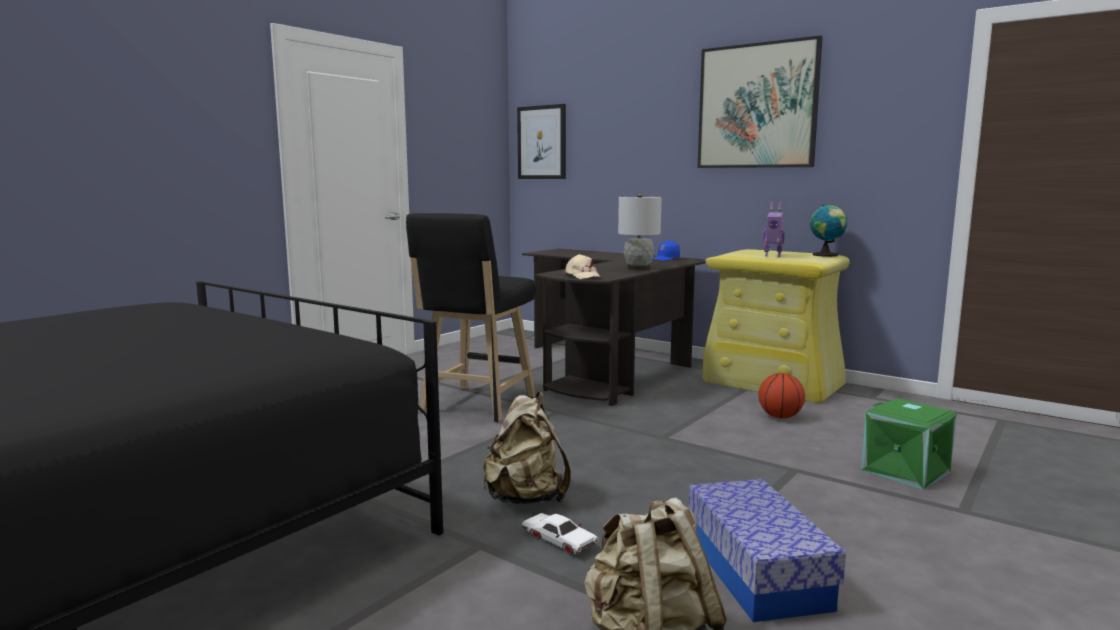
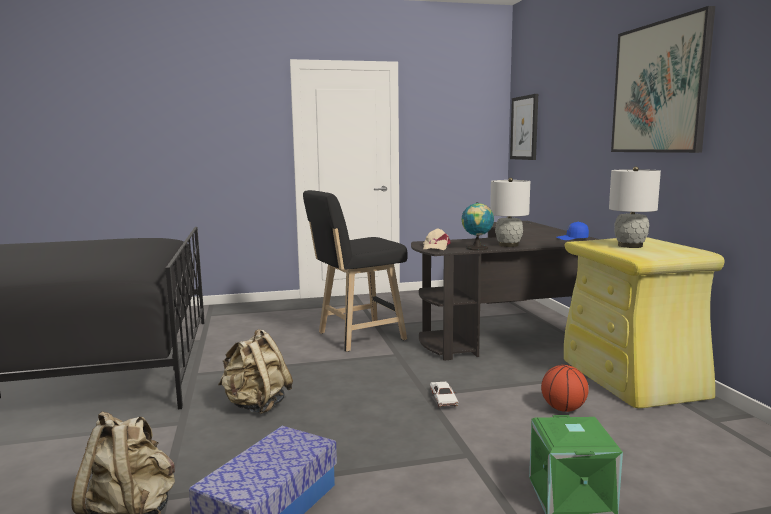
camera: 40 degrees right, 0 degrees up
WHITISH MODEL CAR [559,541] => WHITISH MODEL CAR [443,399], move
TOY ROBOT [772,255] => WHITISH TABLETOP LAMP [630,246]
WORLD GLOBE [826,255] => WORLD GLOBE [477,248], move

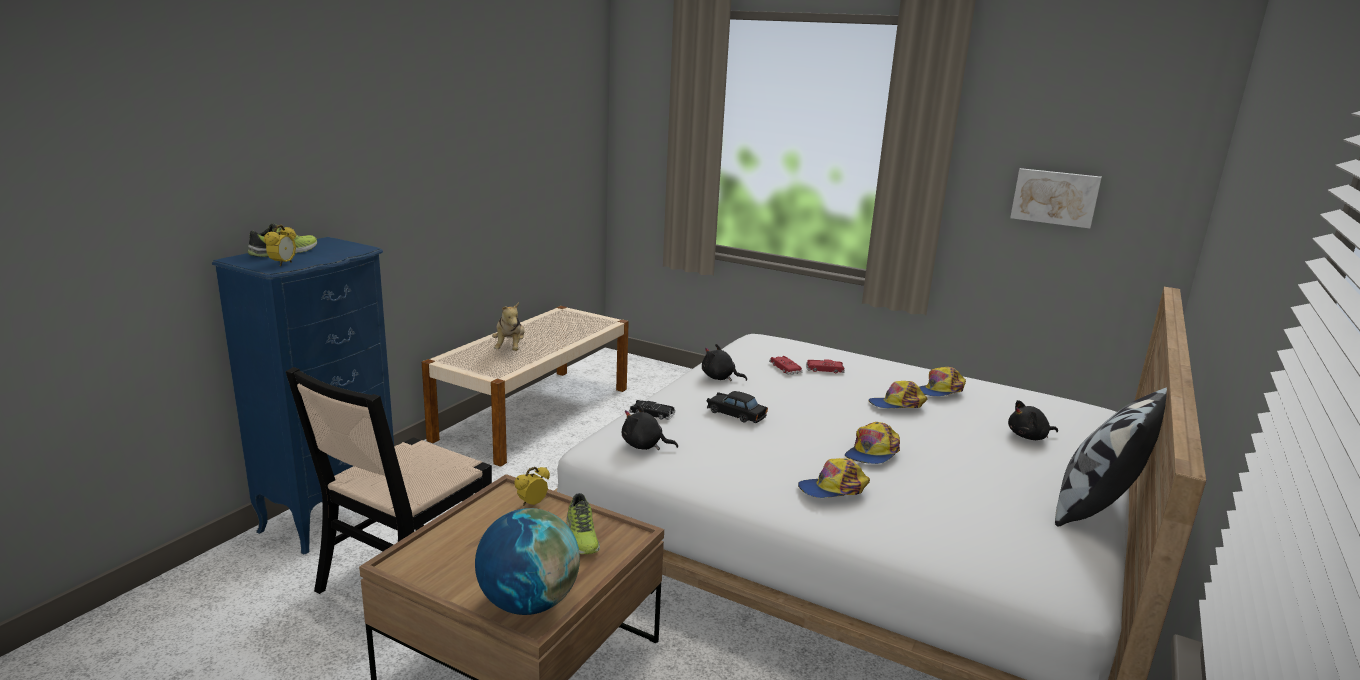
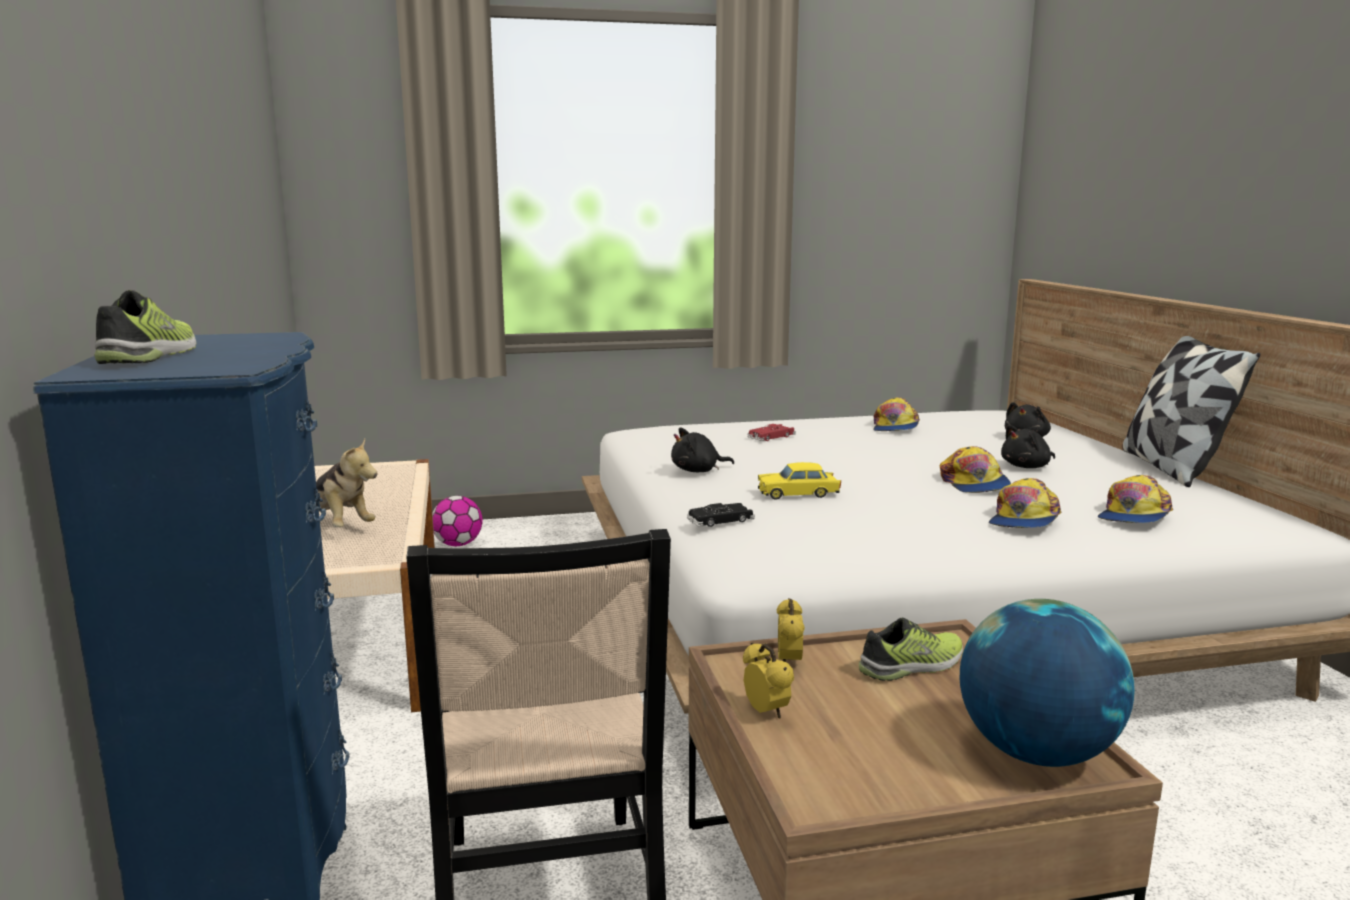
camera: 40 degrees left, 5 degrees down
BEDSIDE CLOCK [283,264] => BEDSIDE CLOCK [766,713], move
ITEM OF FOOTWEAR [580,536] => ITEM OF FOOTWEAR [913,666], 60 degrees counterclockwise
BLACK PLUSH TOY [644,446] => BLACK PLUSH TOY [1027,467], move
BLACK MODEL CAR [736,414] => YELLOWISH MODEL CAR [798,494]
RED-COLOURED MODEL CAR [785,368] => nothing
PEAKED CAP [897,405] => PEAKED CAP [1134,515], move
WALL PICTURE [1055,197] => nothing
nothing => BALL FOR FOOTBALL [458,544]

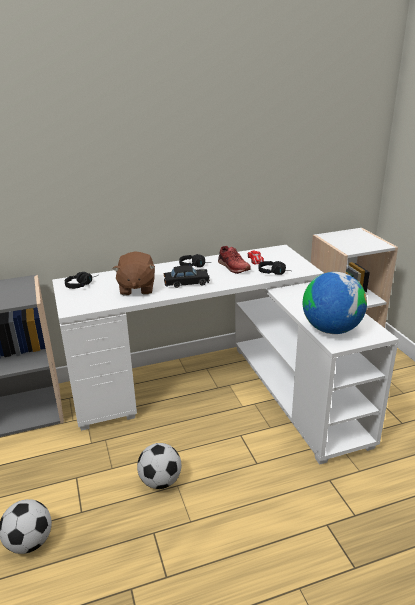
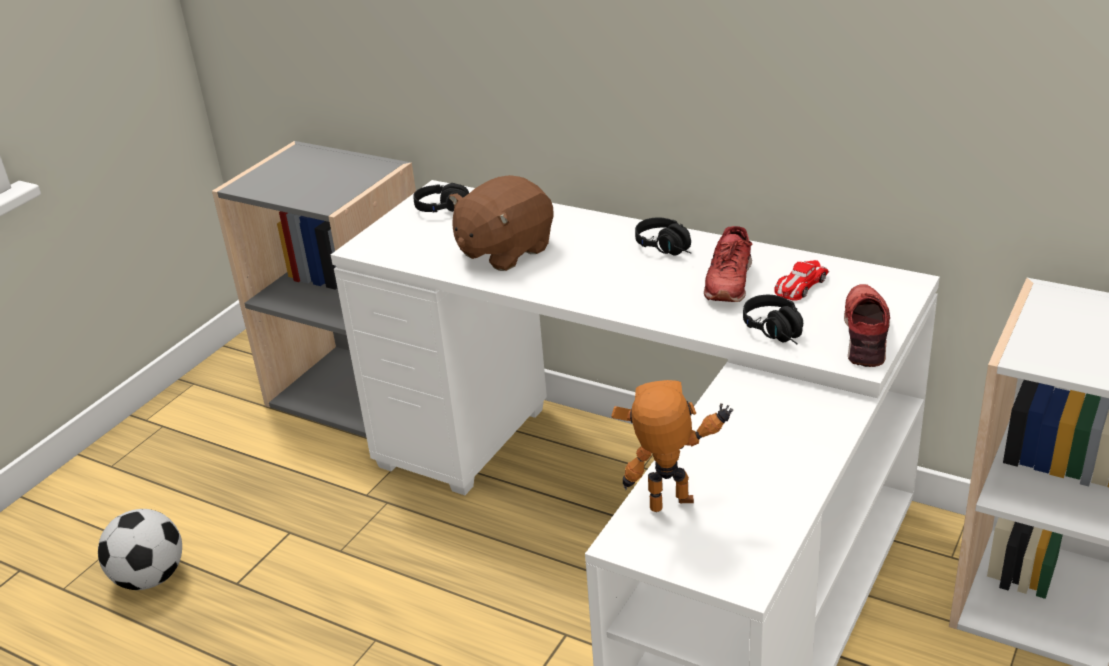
camera: 50 degrees right, 5 degrees up
BALL FOR FOOTBALL [160,481] => nothing
BLACK MODEL CAR [186,283] => nothing
WORLD GLOBE [331,329] => TOY ROBOT [675,510]
nothing => RED-COLOURED ITEM OF FOOTWEAR [867,334]

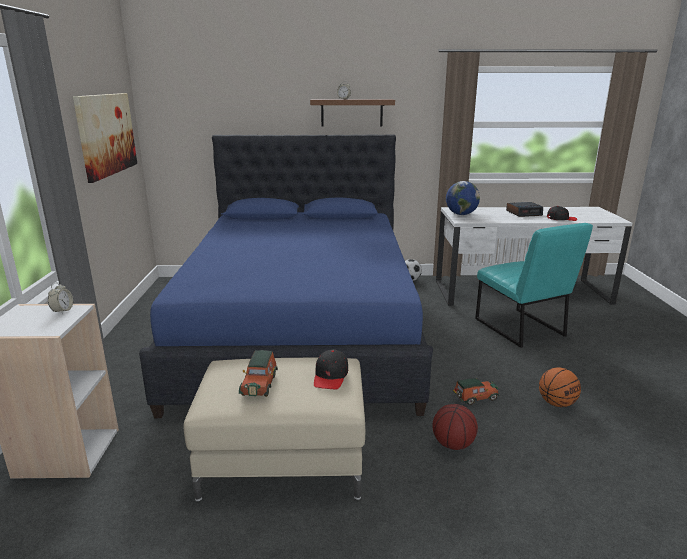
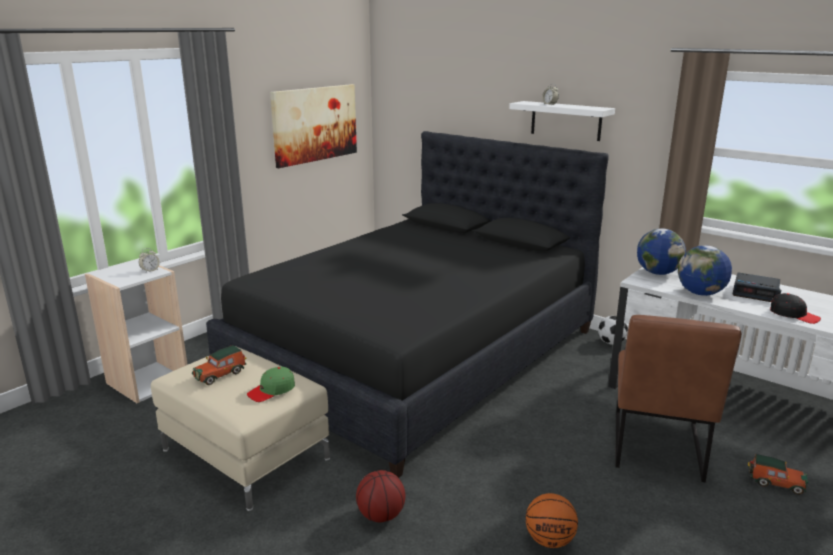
camera: 40 degrees right, 0 degrees up
BLUISH SLEEPING BED [301,329] => BLACK SLEEPING BED [417,354]
BROWNISH SHELF [351,112] => WHITISH SHELF [566,120]
BLACK PEAKED CAP [330,376] => GREENISH PEAKED CAP [272,390]
MODEL CAR [474,398] => MODEL CAR [775,482], move
TURQUOISE-COLOURED PLAIN CHAIR [520,328] => BROWNISH PLAIN CHAIR [656,447]
nothing => WORLD GLOBE [700,293]

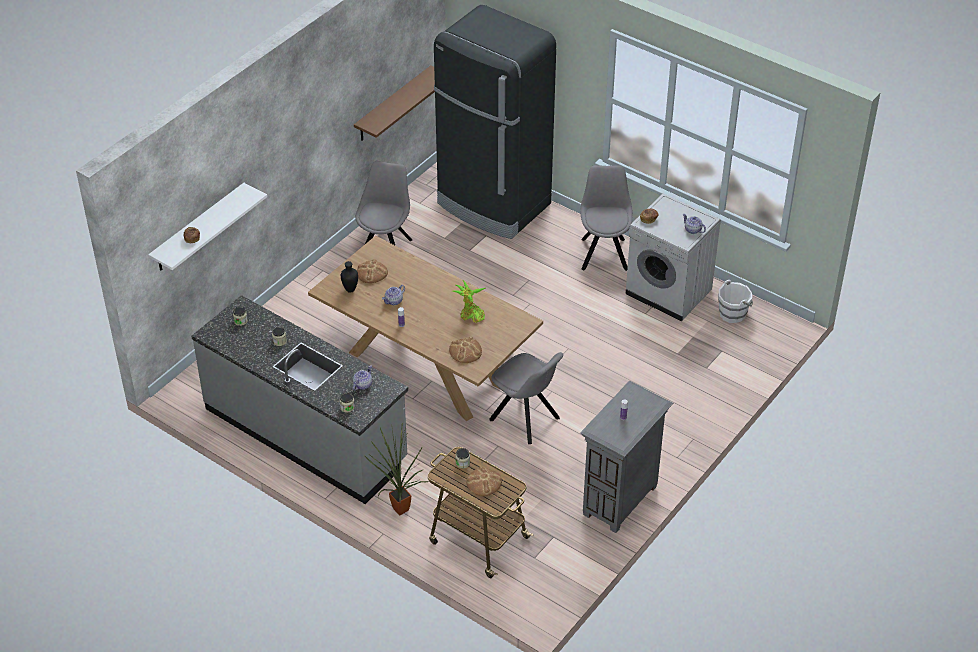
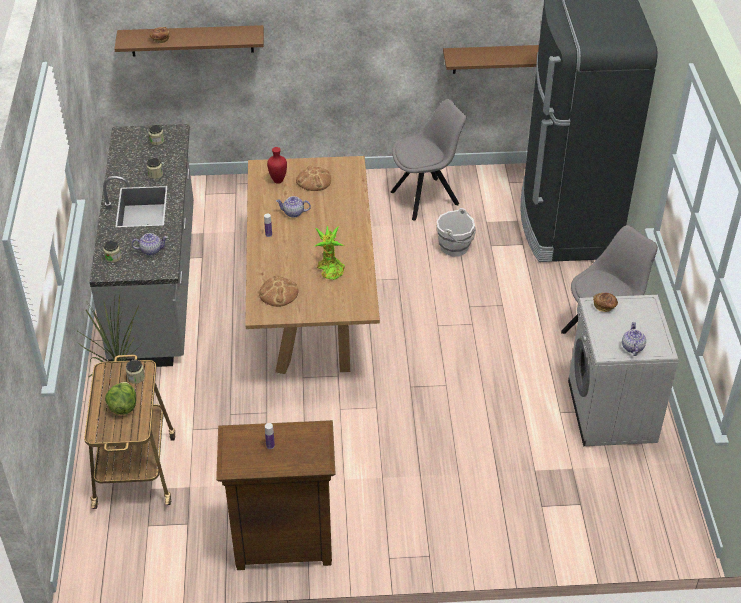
camera: 50 degrees right, 0 degrees up
WHITISH SHELF [198,228] => BROWNISH SHELF [192,40]
BLACK FLOWER VASE [350,289] => RED-COLOURED FLOWER VASE [278,180]
BREAD [484,483] => LETTUCE [123,407]
GREYISH PLAIN CHAIR [525,419] => nothing
GREYISH CABINET [620,502] => BROWNISH CABINET [282,548]
WHITISH WATER BUCKET [733,314] => WHITISH WATER BUCKET [455,247], move

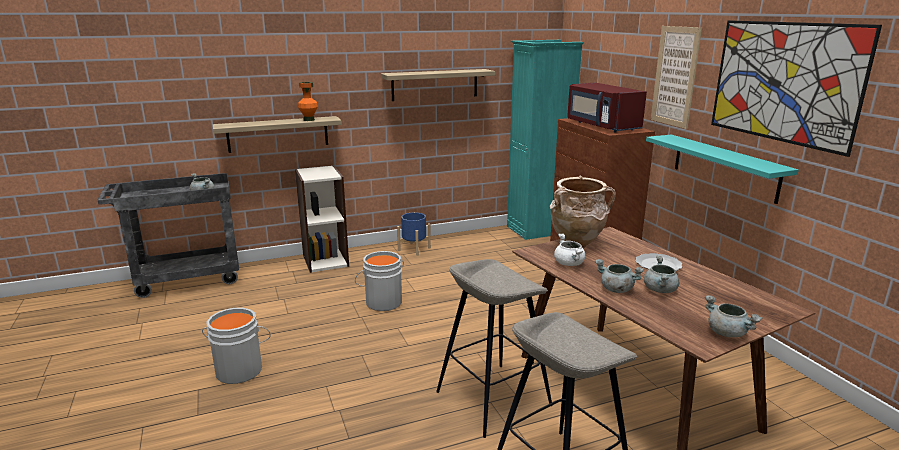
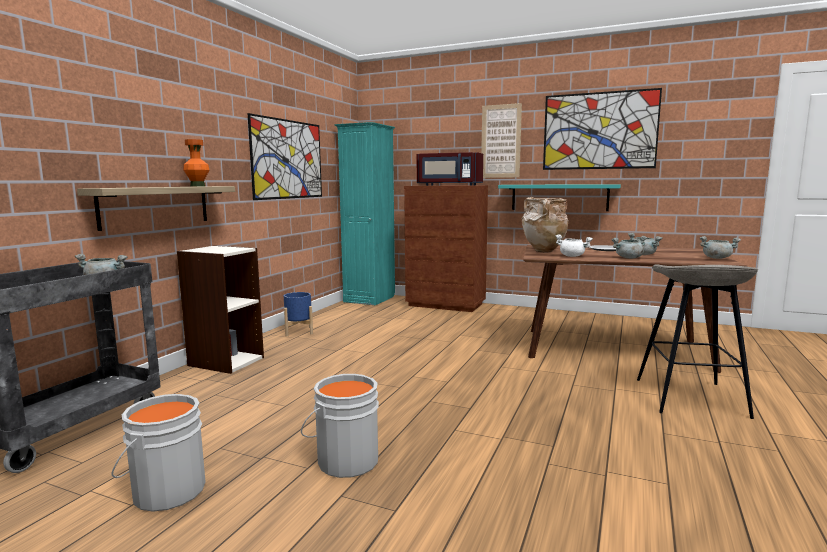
camera: 45 degrees left, 10 degrees down
GREYISH WATER BUCKET [383,301] => GREYISH WATER BUCKET [166,490], move
SHELF [435,84] => WALL PICTURE [288,159]
GREYISH STOOL [492,398] => nothing

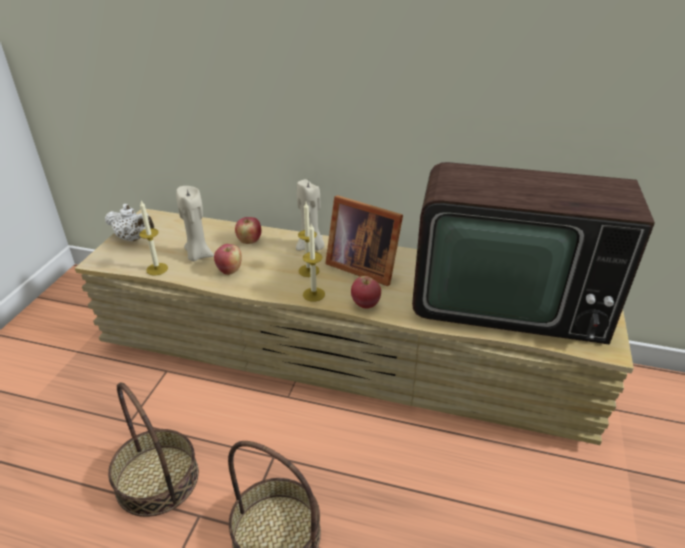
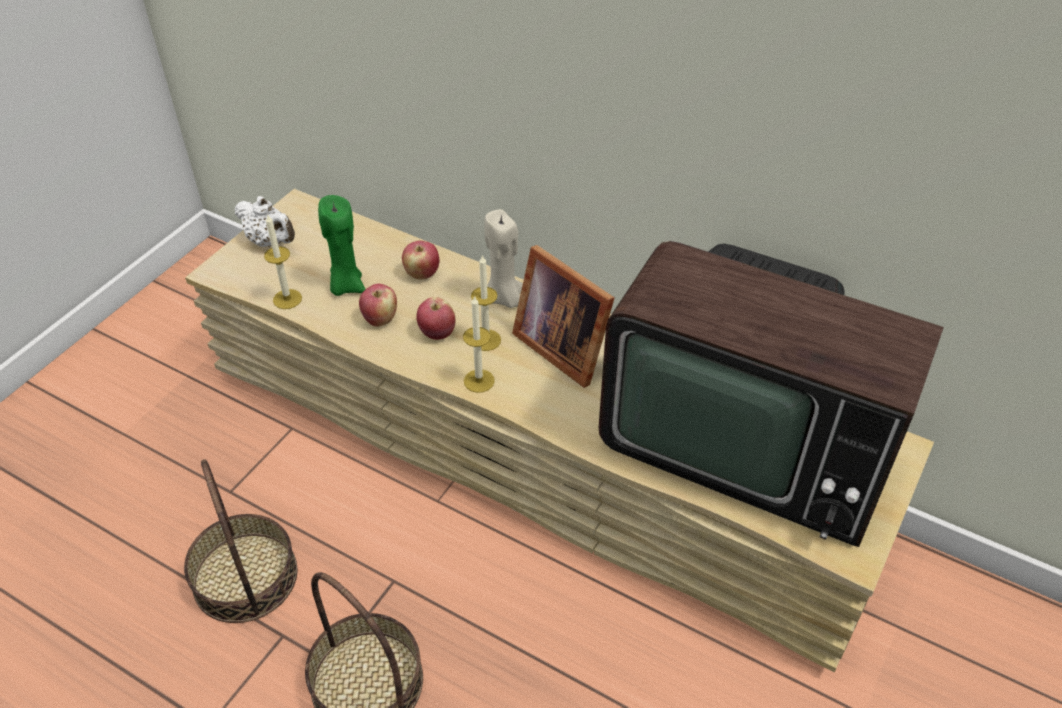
camera: 15 degrees right, 10 degrees up
SAND-COLOURED CANDLE [198,255] => GREENISH CANDLE [346,286]
WHOLE APPLE [365,304] => WHOLE APPLE [437,333], move

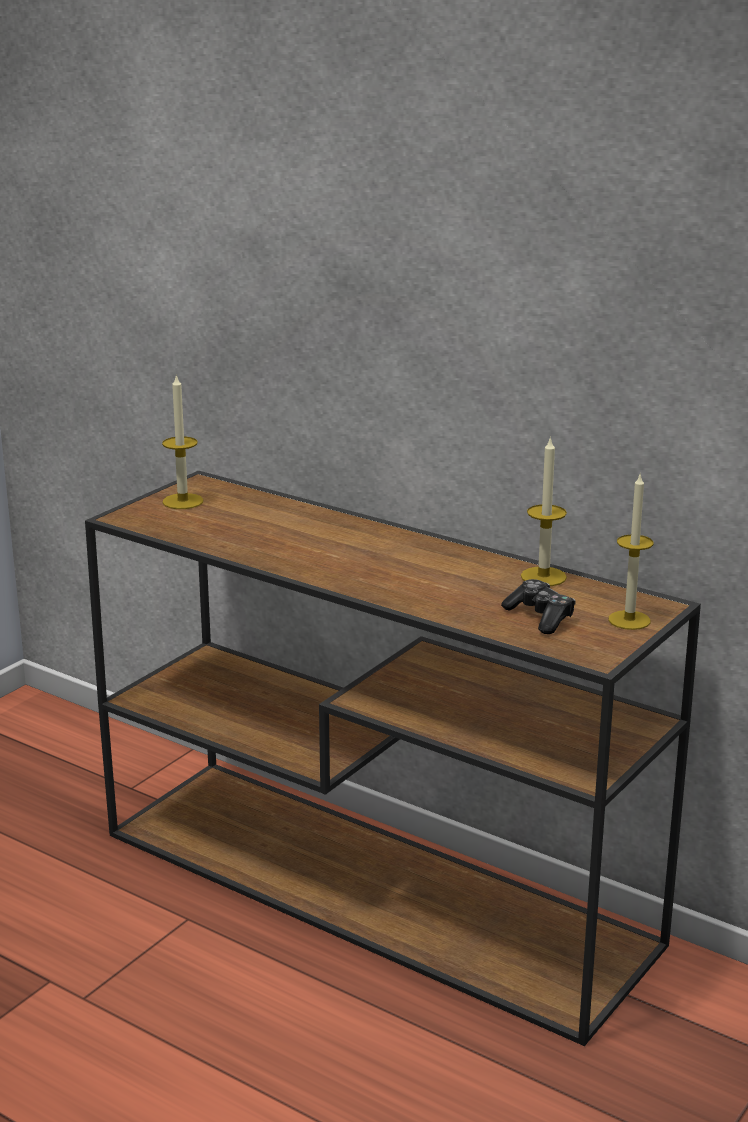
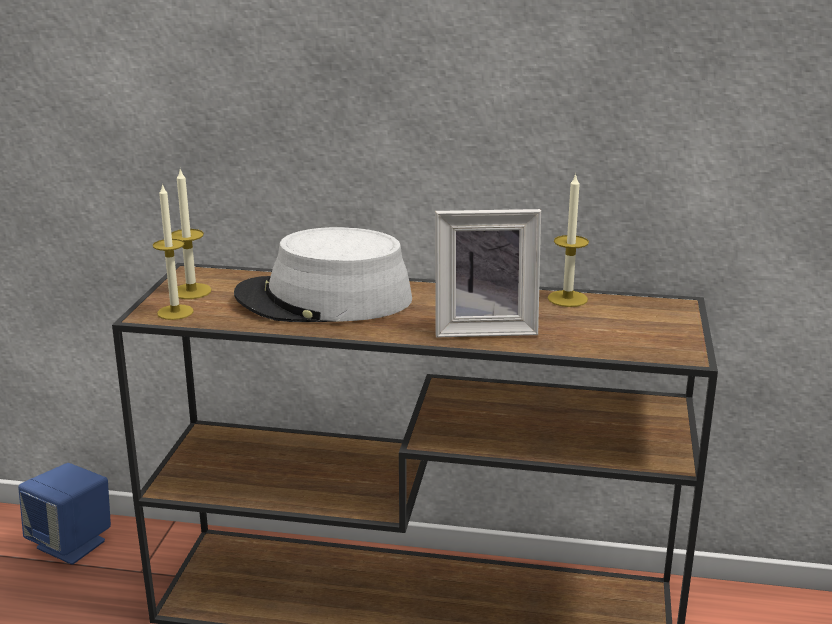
camera: 25 degrees left, 0 degrees up
JOYPAD [540,617] => nothing
CANDLE [629,620] => CANDLE [175,312], move
nothing => BLUISH LOUDSPEAKER [72,544]
nothing => GREYISH WEARABLE HAT [324,300]
nothing => PHOTO FRAME [484,327]

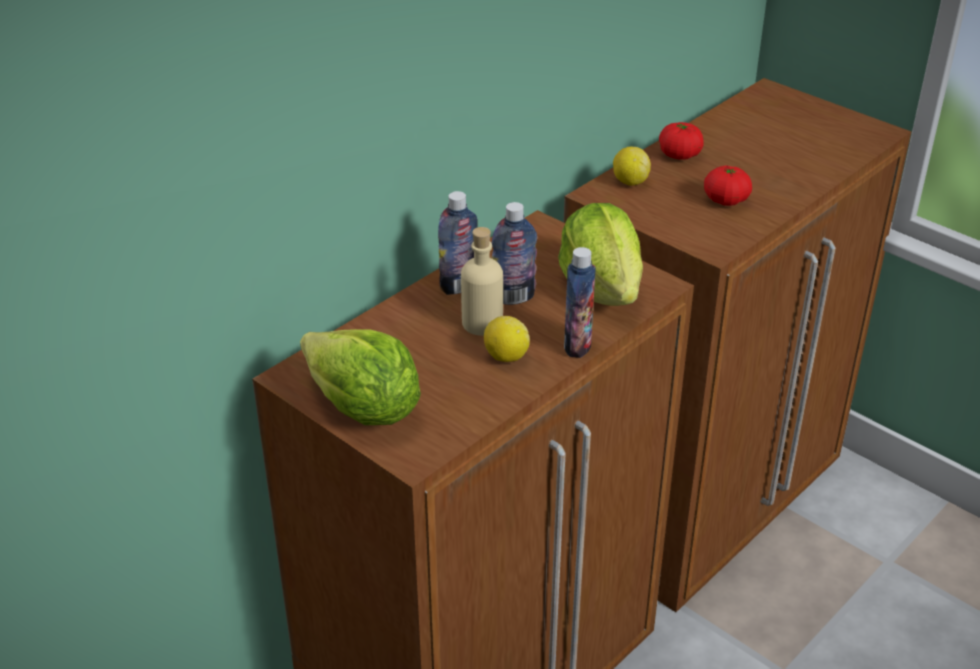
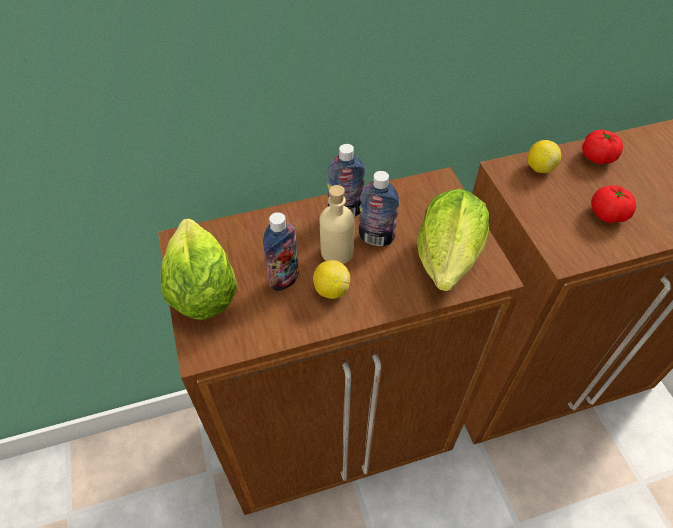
camera: 30 degrees right, 15 degrees up
BOTTLE [577,345] => BOTTLE [284,279], move

